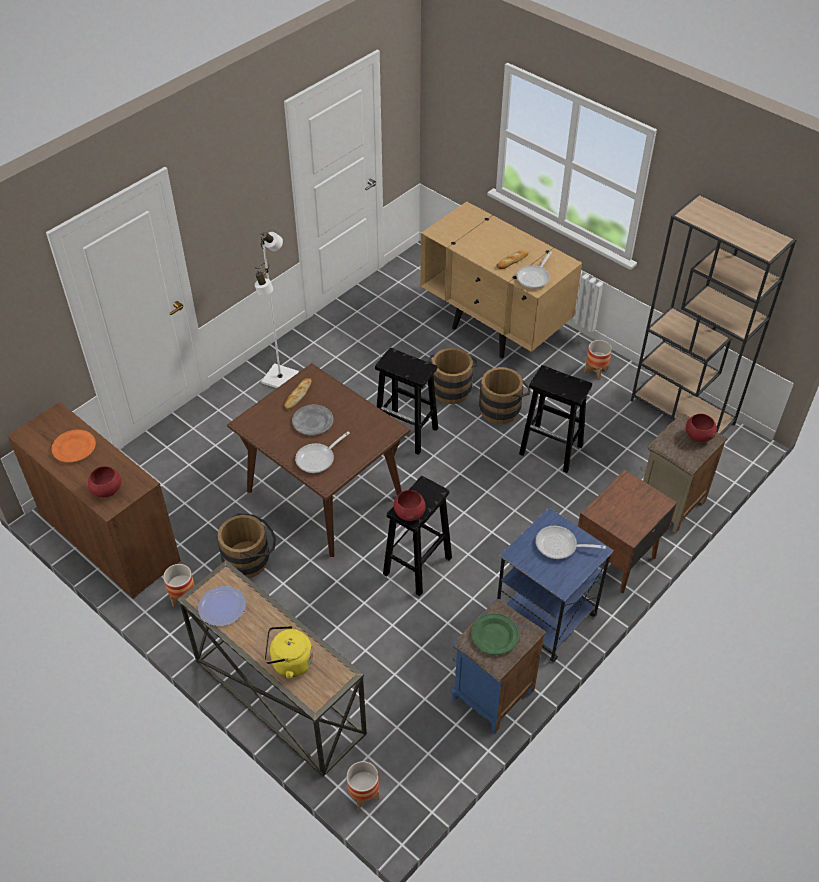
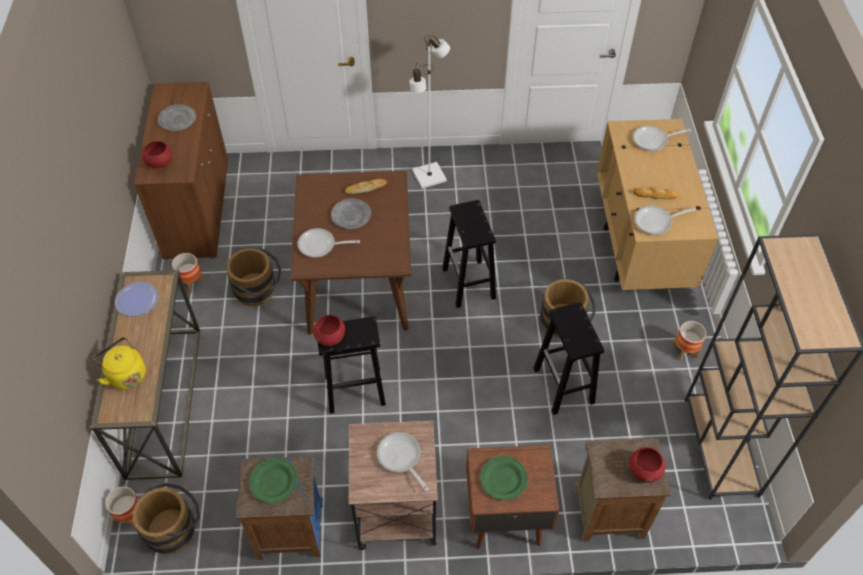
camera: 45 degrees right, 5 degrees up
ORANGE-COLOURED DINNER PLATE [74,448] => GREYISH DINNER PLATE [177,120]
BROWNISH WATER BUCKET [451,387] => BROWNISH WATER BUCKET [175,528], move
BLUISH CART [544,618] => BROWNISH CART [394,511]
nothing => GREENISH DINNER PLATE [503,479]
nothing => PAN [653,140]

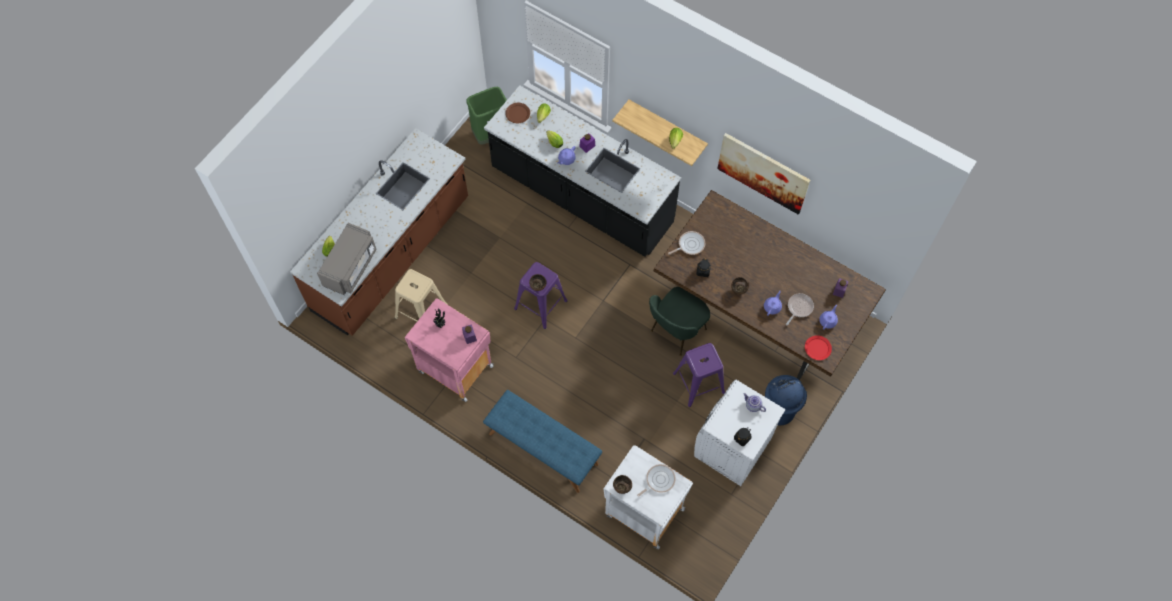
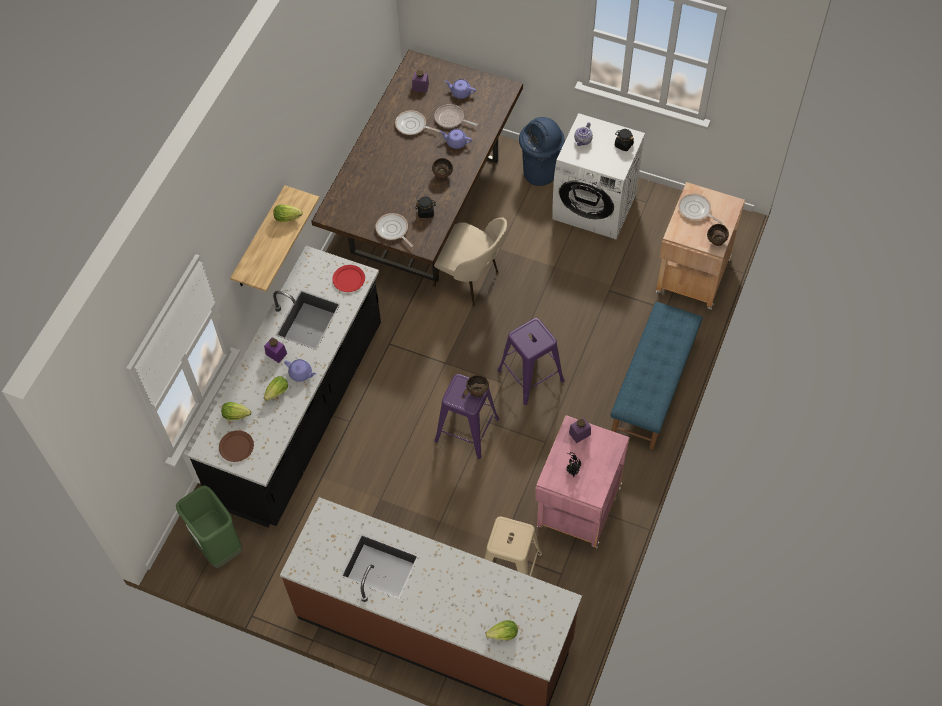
camera: 100 degrees left, 5 degrees down
GREYISH KITCHEN MICROWAVE [351,267] => nothing
WHITISH CART [643,511] => BROWNISH CART [692,277]
GREENISH PLAIN CHAIR [675,333] => SAND-COLOURED PLAIN CHAIR [470,282]
PURPLISH STOOL [698,383] => PURPLISH STOOL [531,375], move
WALL PICTURE [763,172] => nothing
RED-COLOURED DINNER PLATE [817,348] => RED-COLOURED DINNER PLATE [349,279], move
nothing => PAN [412,125]

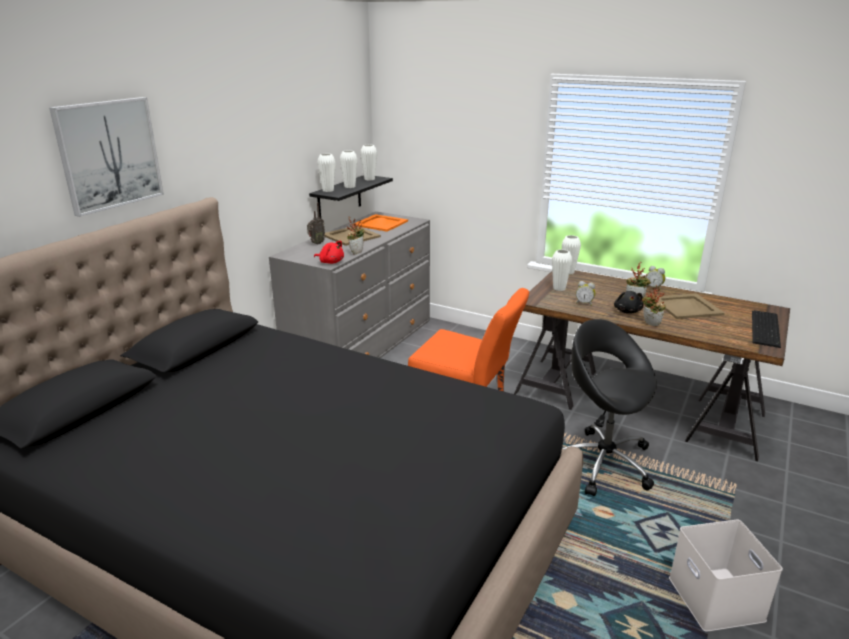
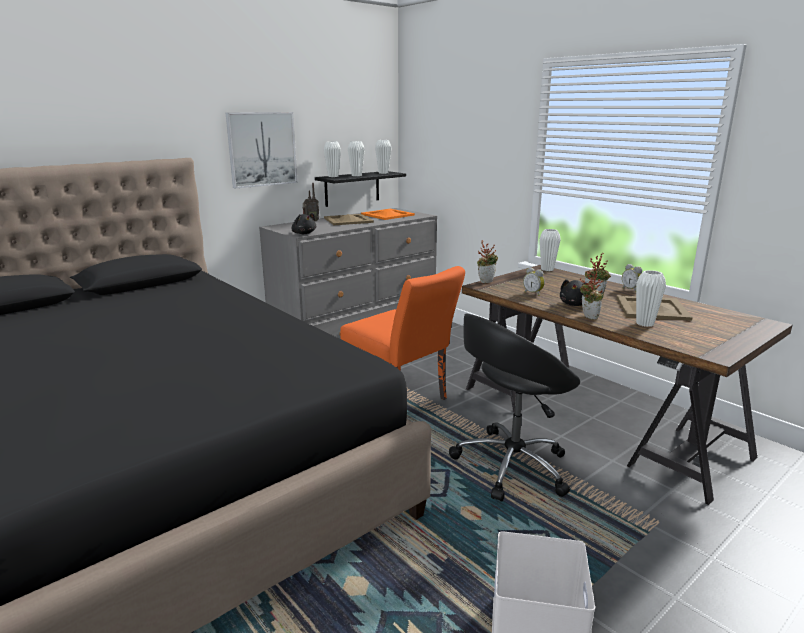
camera: 20 degrees right, 5 degrees down
WALL PICTURE [109,154] => WALL PICTURE [262,149], move
RED-COLOURED PLUSH TOY [330,262] => BLACK PLUSH TOY [303,233]
HOUSEPLANT [356,252] => HOUSEPLANT [486,281], move
WHITISH FLOWER VASE [559,288] => WHITISH FLOWER VASE [645,323], move
BLACK DESK CHAIR [602,462] => BLACK DESK CHAIR [509,466], 90 degrees counterclockwise
KEYBOARD [767,328] => nothing

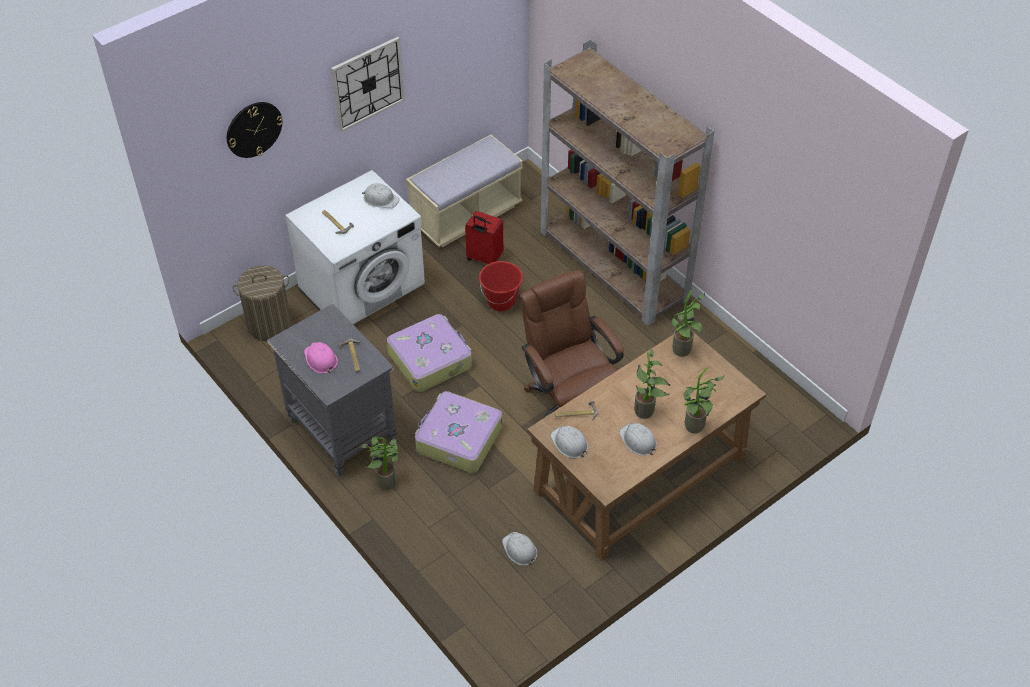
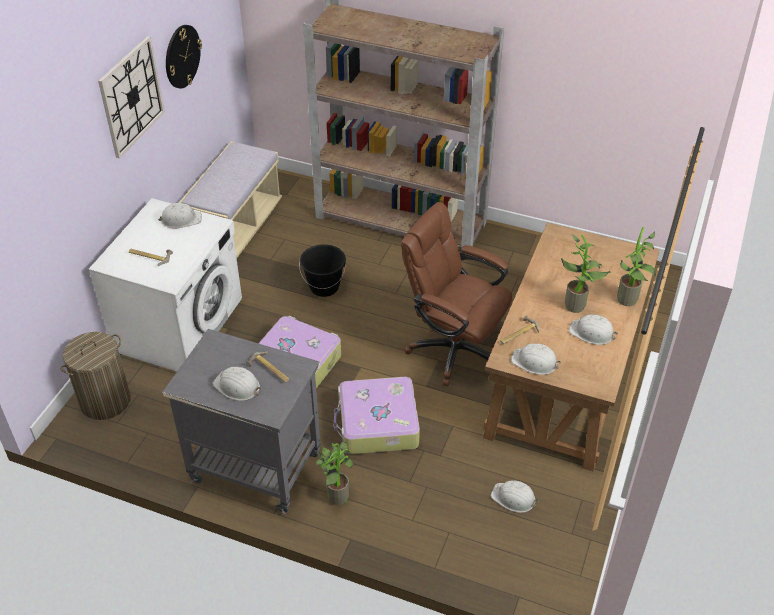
camera: 30 degrees left, 5 degrees down
WALL CLOCK [254,129] => WALL CLOCK [182,56], move
PINK-COLOURED HARD HAT [320,359] => WHITISH HARD HAT [237,386]
RED-COLOURED SUITCASE [484,258] => nothing
RED-COLOURED WATER BUCKET [501,301] => BLACK WATER BUCKET [324,287]
HOUSEPLANT [683,351] => nothing

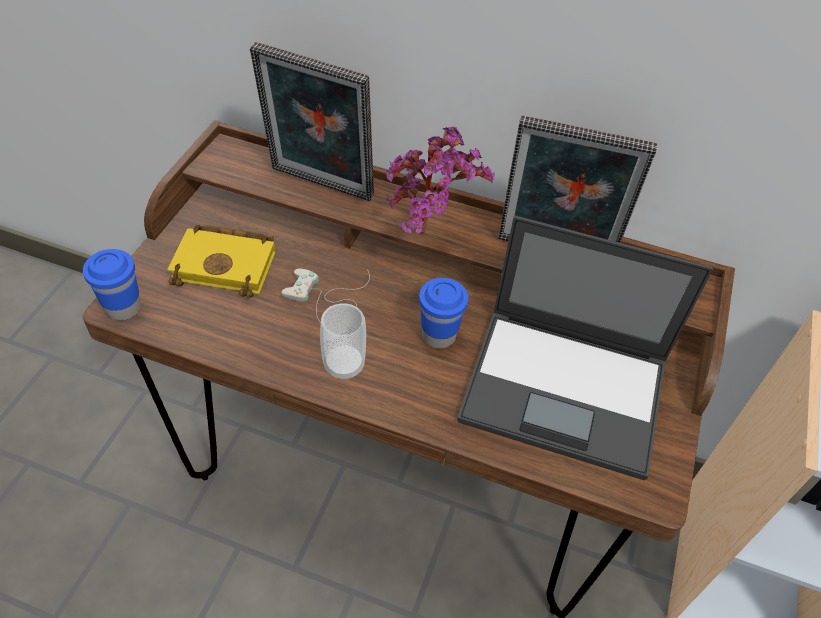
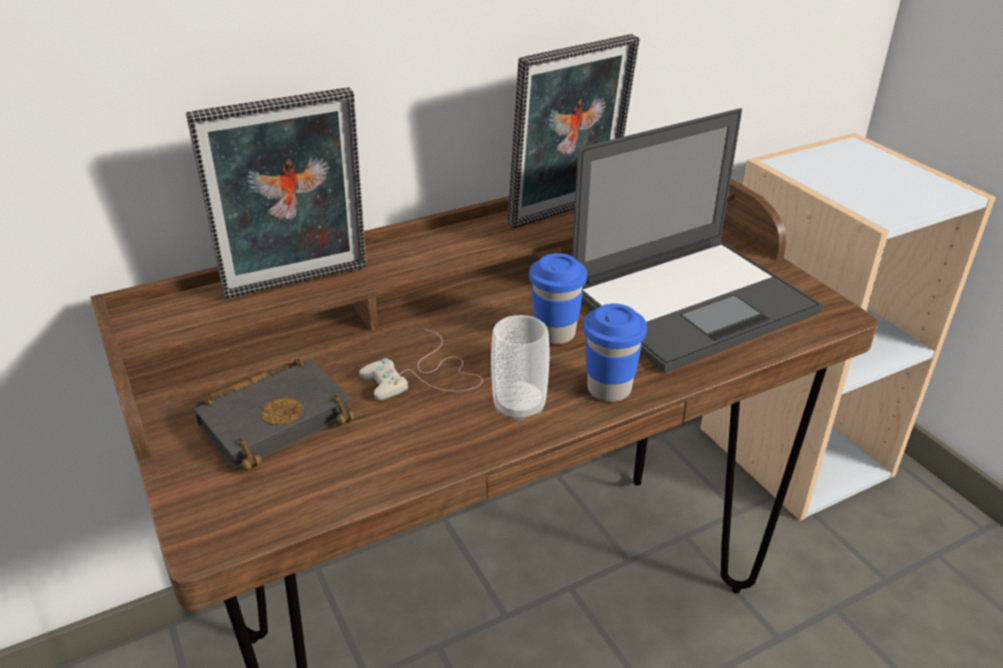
camera: 45 degrees left, 15 degrees down
BLUISH SMALL CUP [123,308] => BLUISH SMALL CUP [609,389], move
YELLOWISH BOUND BOOK [228,264] => BLACK BOUND BOOK [277,417]
HOUSEPLANT [429,234] => nothing

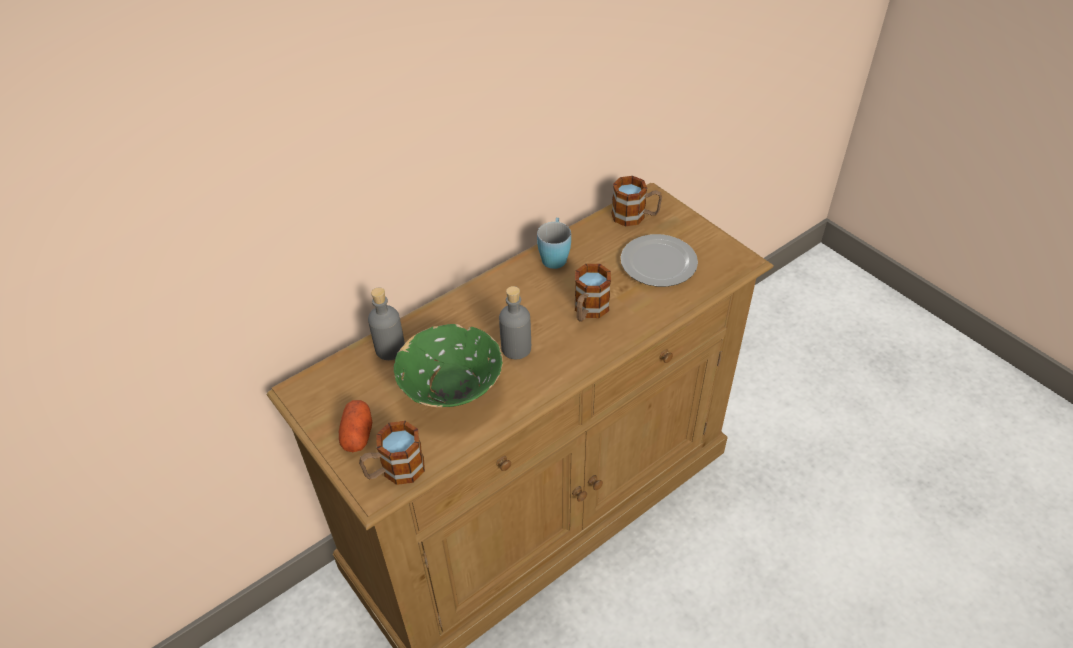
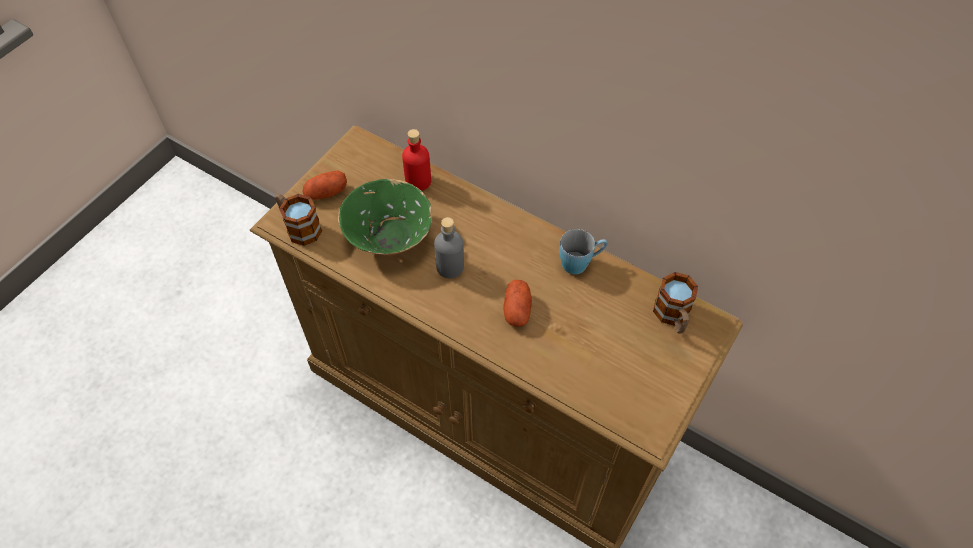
camera: 70 degrees right, 10 degrees up
GREYISH BOTTLE [390,349] => RED-COLOURED BOTTLE [418,181]
MUG [588,311] => SPUD [517,310]
DINNER PLATE [659,262] => nothing

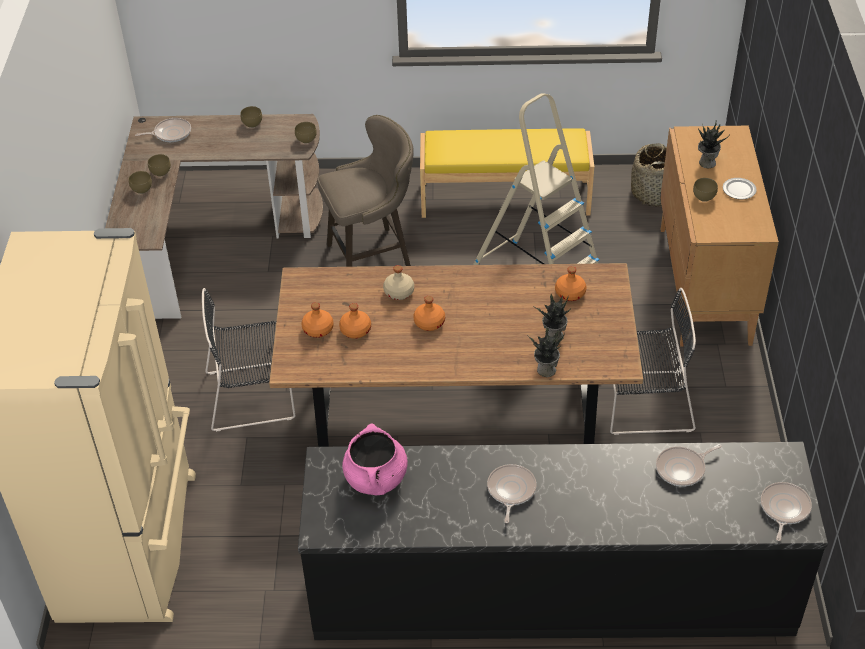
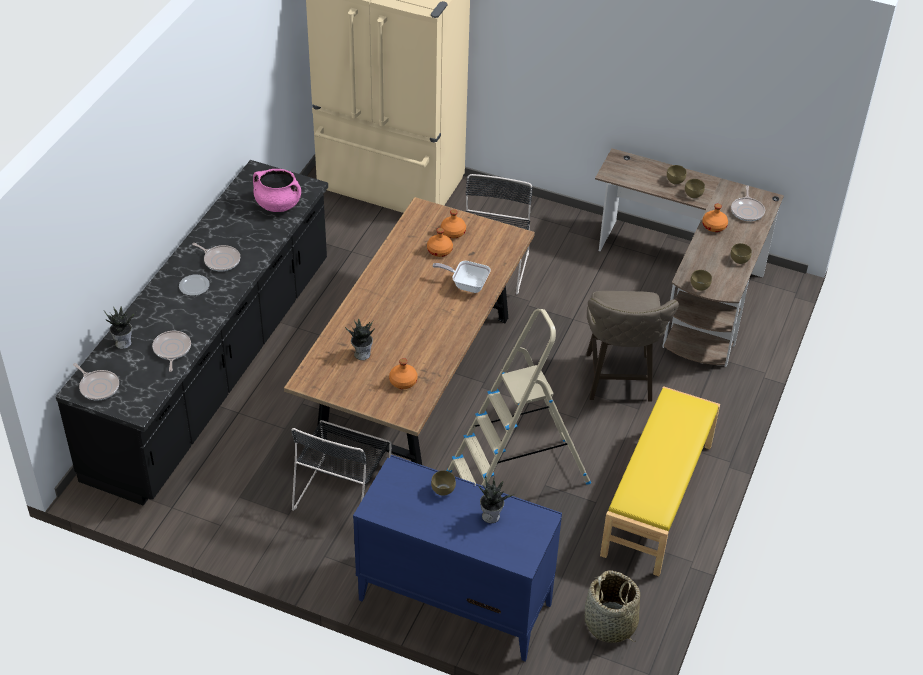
camera: 110 degrees right, 0 degrees up
SAND-COLOURED BOTTLE [398,292] => PAN [466,284]
ORANGE-COLOURED BOTTLE [429,322] => ORANGE-COLOURED BOTTLE [714,226], move
HOUSEPLANT [545,370] => HOUSEPLANT [123,342], move
BROWNISH CABINET [704,285] => BLUISH CABINET [454,601]
DINNER PLATE [738,189] => DINNER PLATE [195,286], move

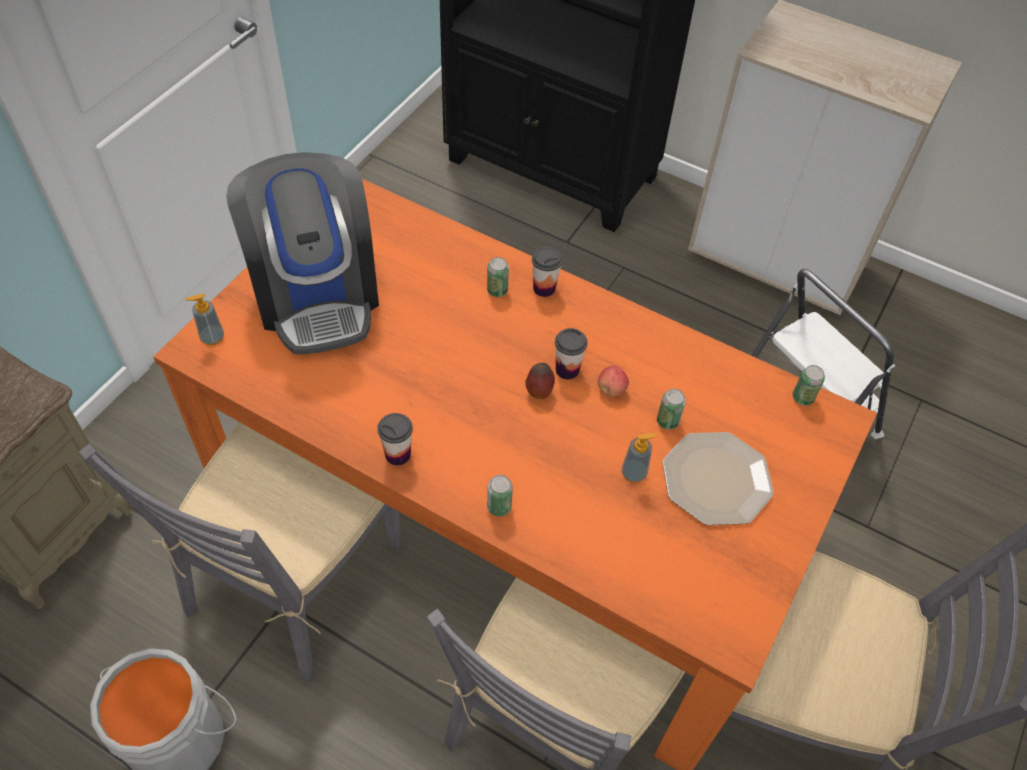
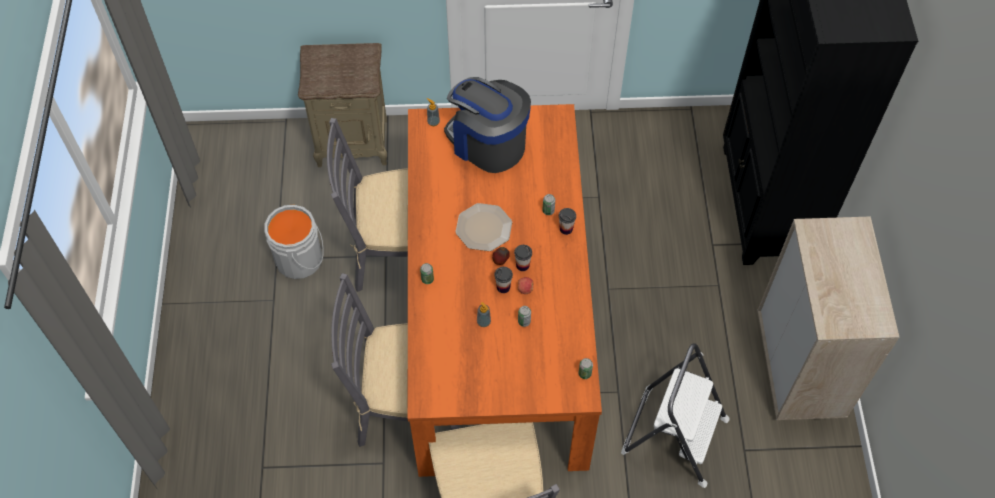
camera: 60 degrees right, 5 degrees up
COFFEE MAKER [317,294] => COFFEE MAKER [487,143], 90 degrees clockwise
SMALL CUP [398,454] => SMALL CUP [503,287], move
DINNER PLATE [717,479] => DINNER PLATE [484,228], move

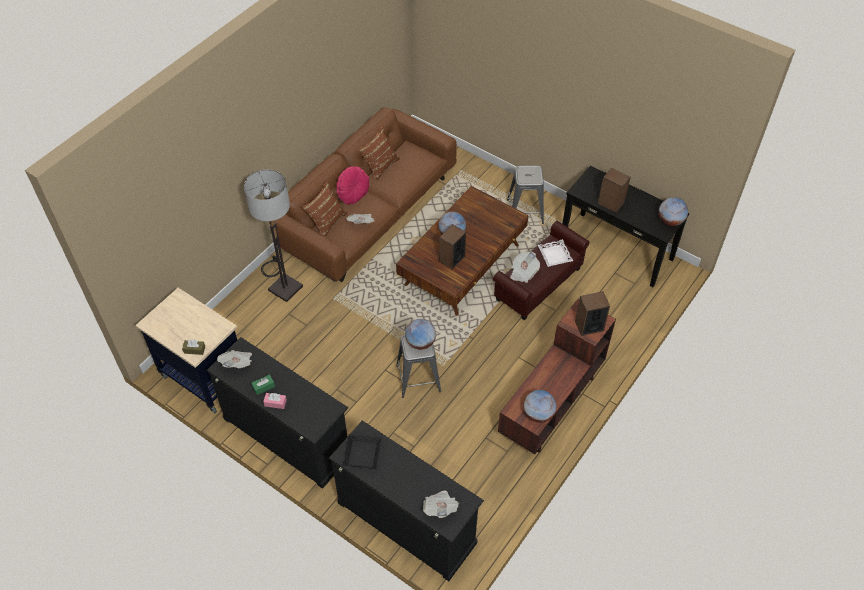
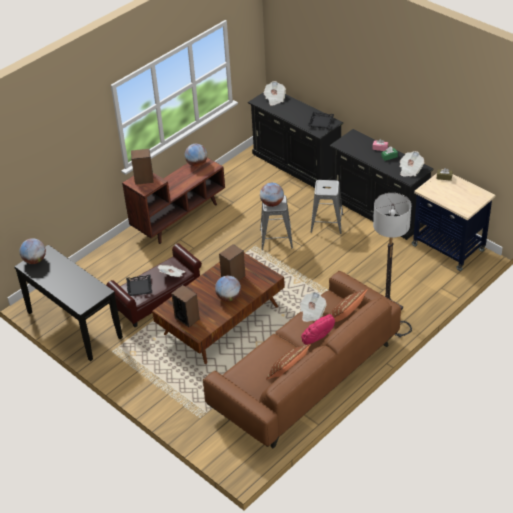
camera: 170 degrees left, 10 degrees down
GREYISH STOOL [525,211] => GREYISH STOOL [326,223], move
WHITISH TRAY [554,255] => BLACK TRAY [139,287]
LOUDSPEAKER [611,203] => LOUDSPEAKER [187,318], move

